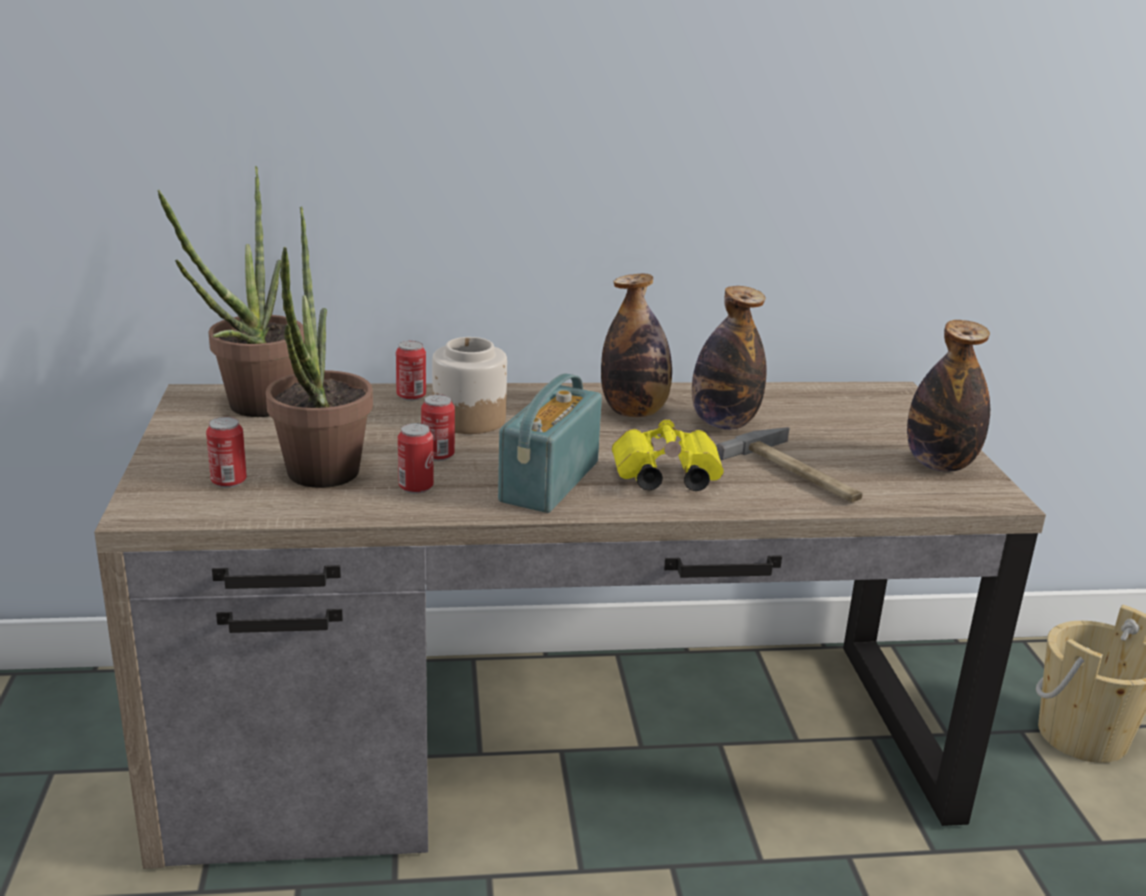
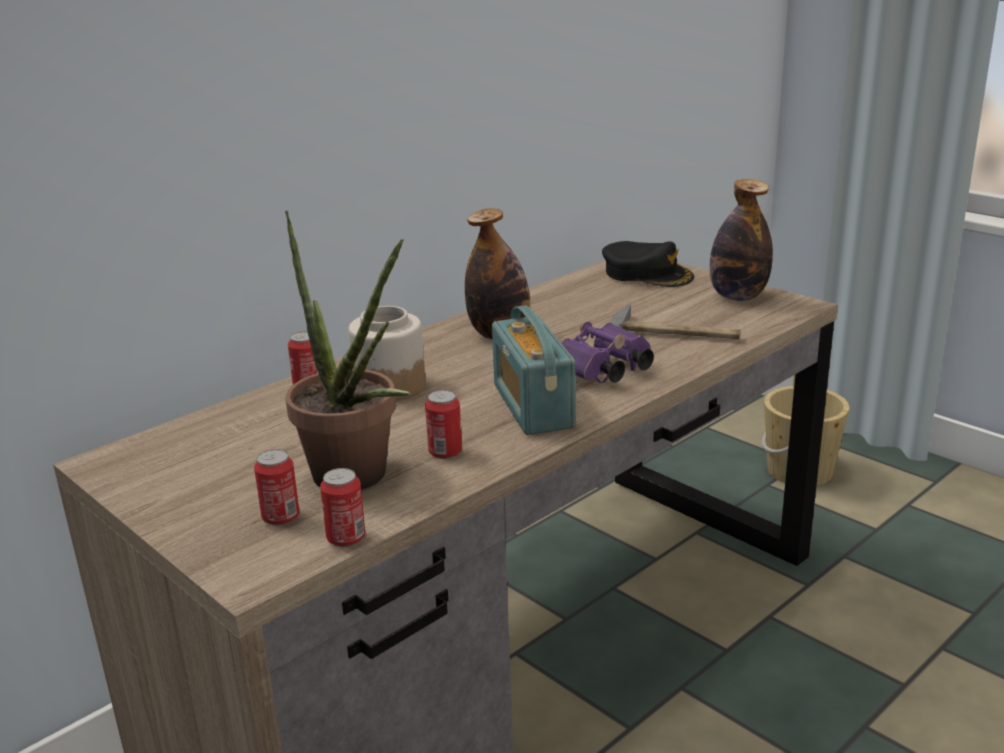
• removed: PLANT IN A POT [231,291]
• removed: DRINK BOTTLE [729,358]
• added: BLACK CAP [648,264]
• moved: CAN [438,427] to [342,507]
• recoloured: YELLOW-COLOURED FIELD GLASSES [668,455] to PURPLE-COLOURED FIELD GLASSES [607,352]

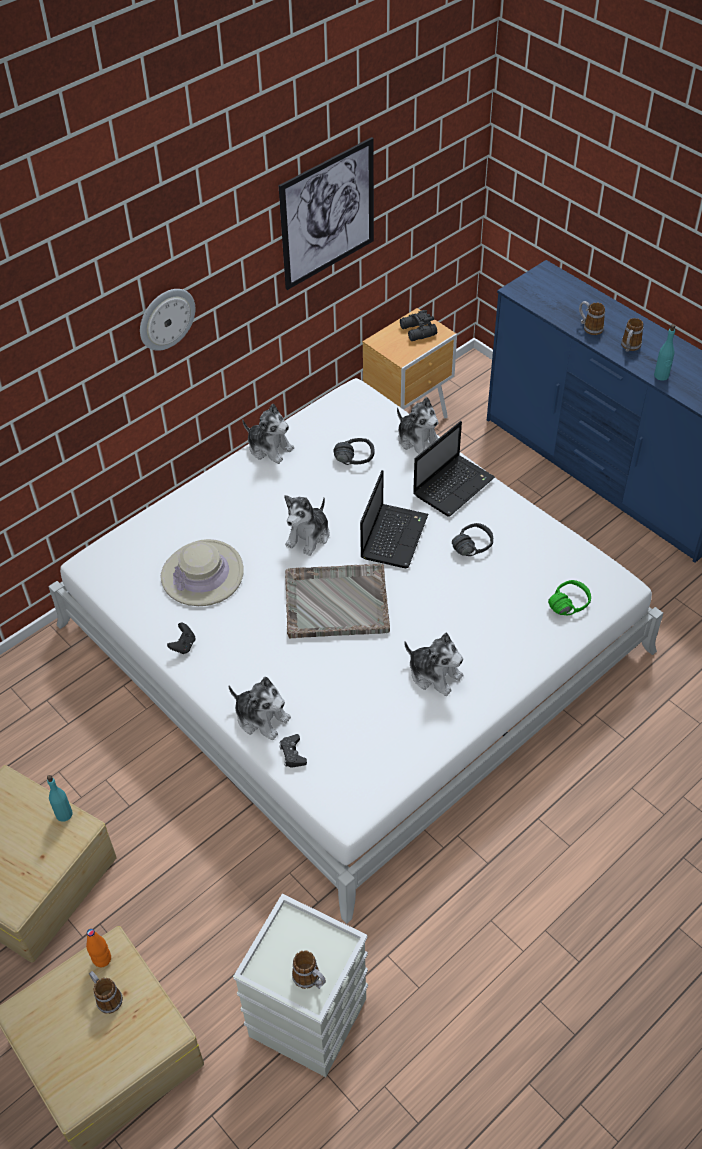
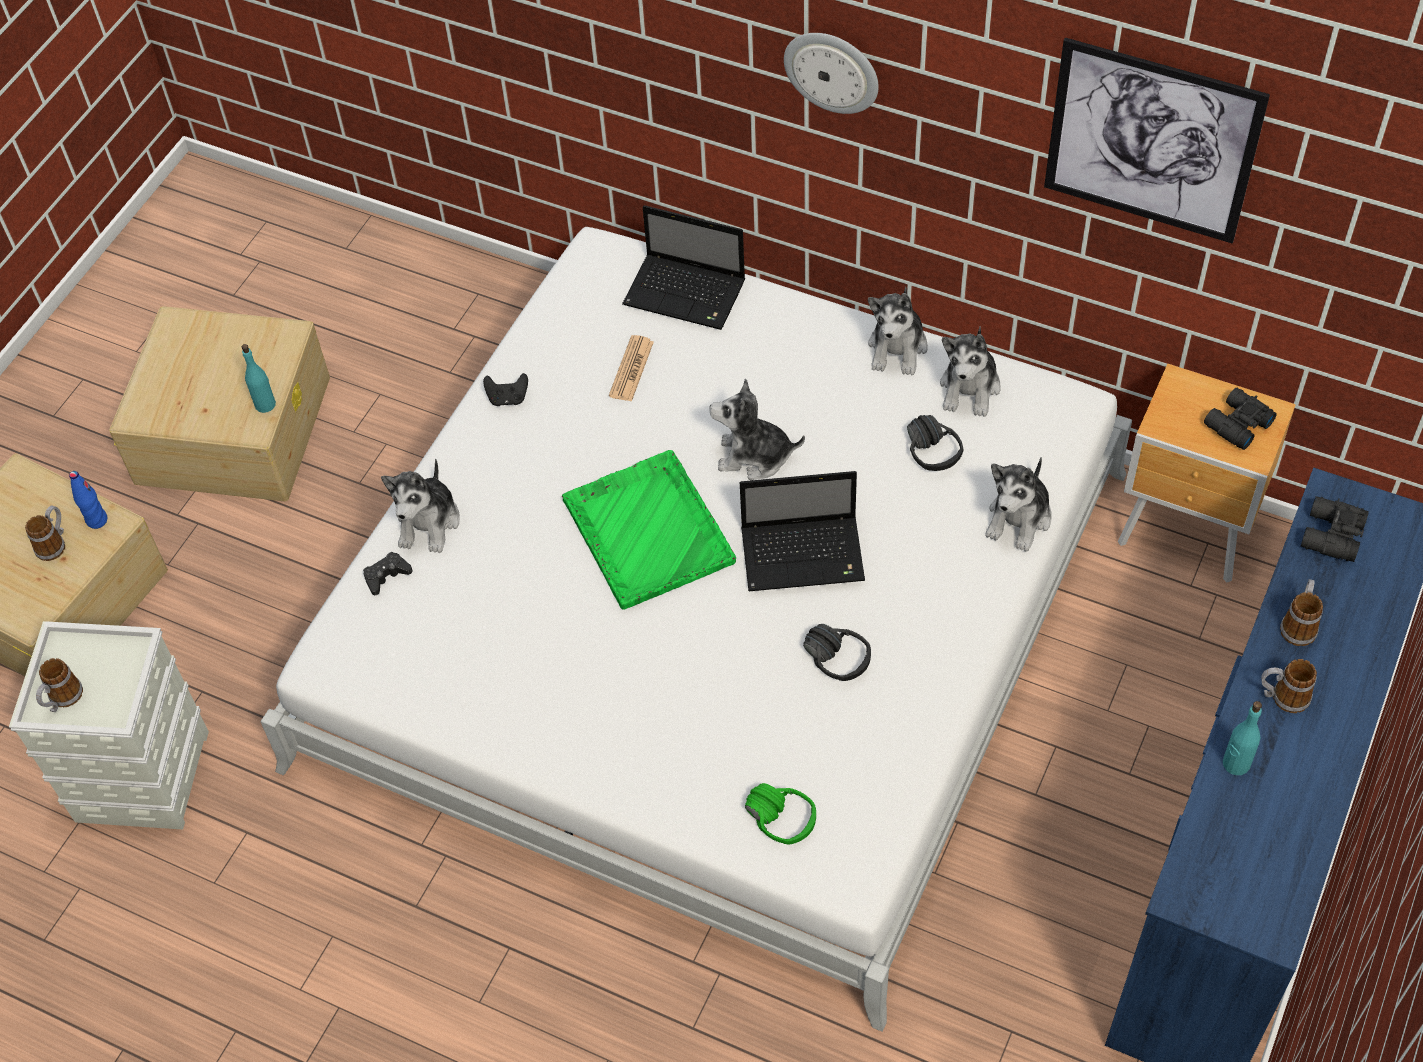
• added: BLACK FIELD GLASSES [1335,529]
• moved: SOFT TOY [433,664] to [970,372]
• moved: NOTEBOOK COMPUTER [454,469] to [683,267]
• replaced: SAND-COLOURED CLOTHING HAT [202,572] to PRINTED PAPER [631,368]
• recoloured: ORANGE-COLOURED DRINK BOTTLE [98,948] to BLUISH DRINK BOTTLE [88,500]
• recoloured: GREY SERVING TRAY [337,601] to GREENISH SERVING TRAY [649,530]

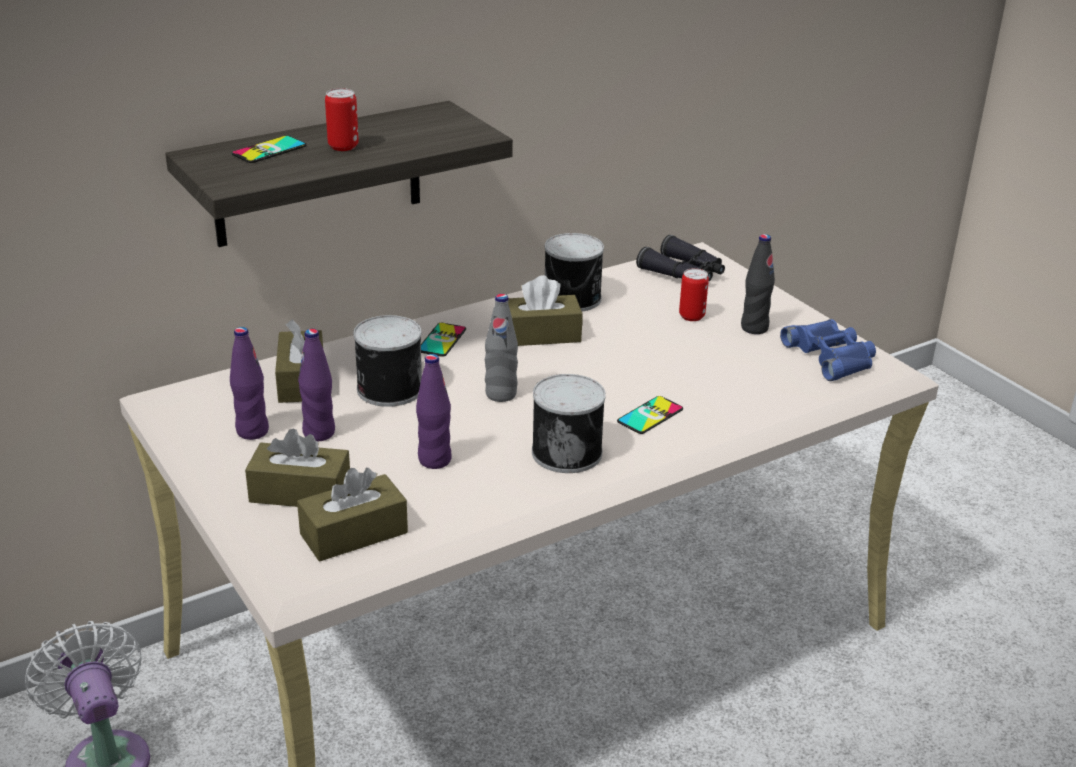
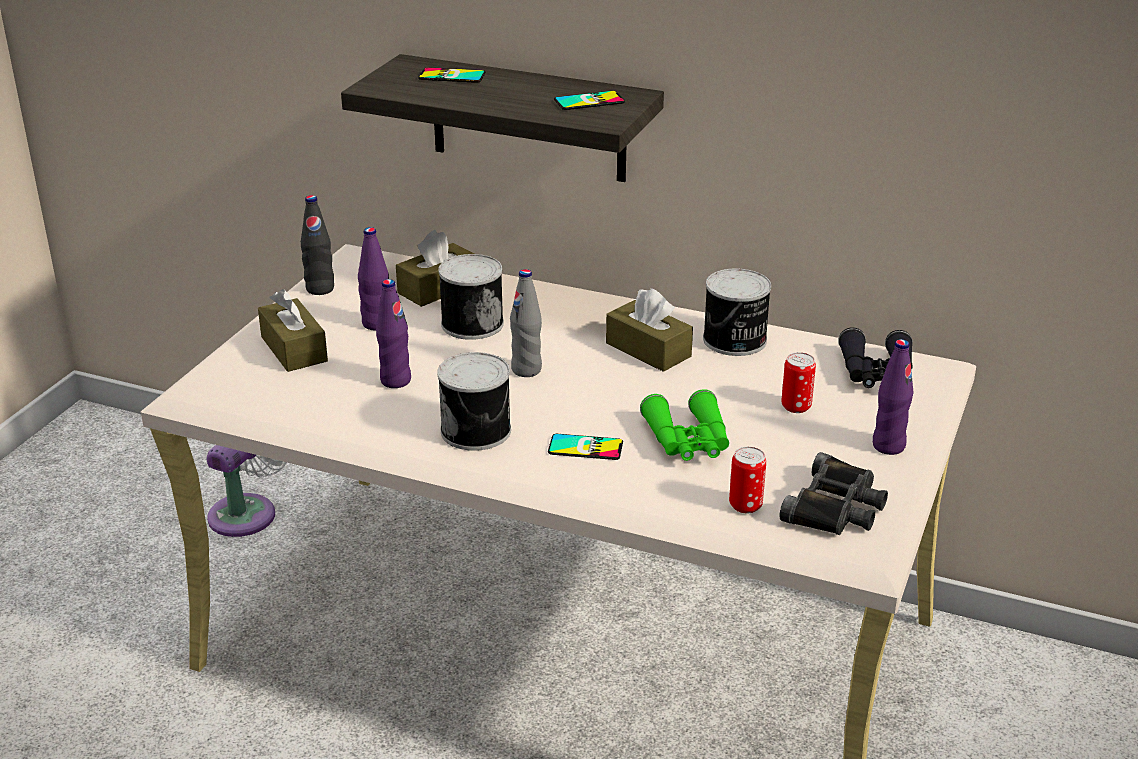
• removed: BROWNISH TISSUE HOLDER [352,515]
• added: GREENISH FIELD GLASSES [684,425]
• moved: PURPLE-COLOURED DRINK BOTTLE [249,383] to [893,397]
• moved: CAN [342,119] to [747,480]
• moved: PHONE [443,340] to [589,100]
• moved: BLACK DRINK BOTTLE [758,284] to [317,245]
• recoloured: BLUISH FIELD GLASSES [828,350] to BLACK FIELD GLASSES [833,493]

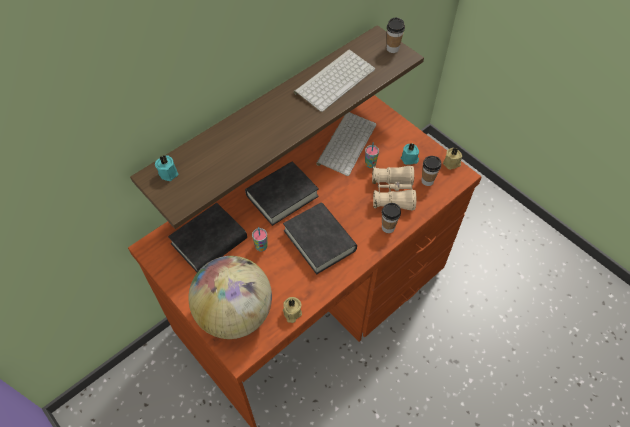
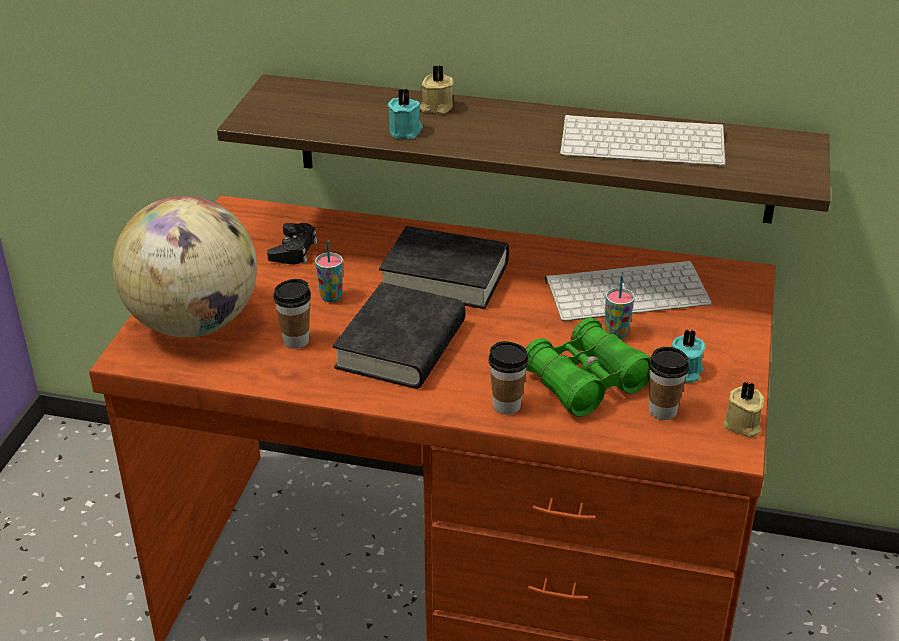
• moved: TURQUOISE-COLOURED WAX LIGHT [166,168] to [405,113]
• moved: SAND-COLOURED WAX LIGHT [292,310] to [437,89]
• moved: SMALL CUP [396,35] to [292,314]
• replaced: BLACK BOOK [207,237] to BLACK GAME CONTROLLER [292,244]
• recoloured: SAND-COLOURED FIELD GLASSES [394,188] to GREENISH FIELD GLASSES [587,367]

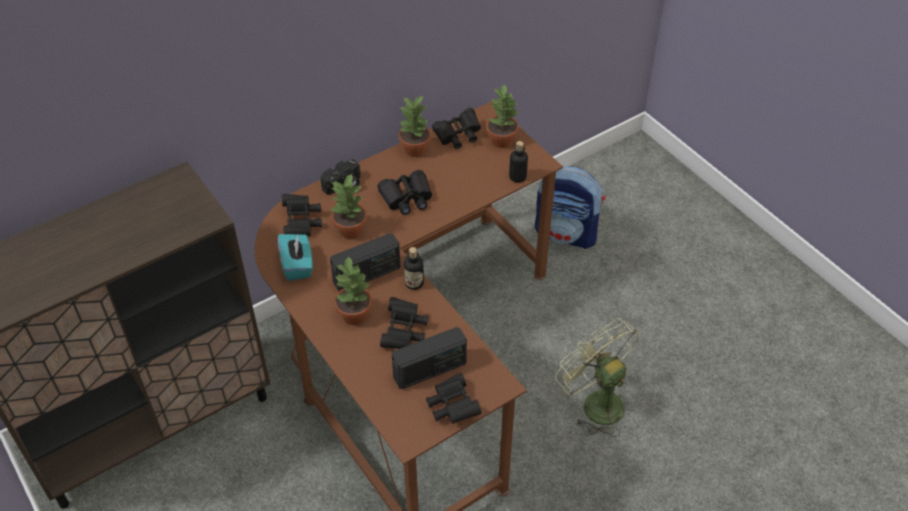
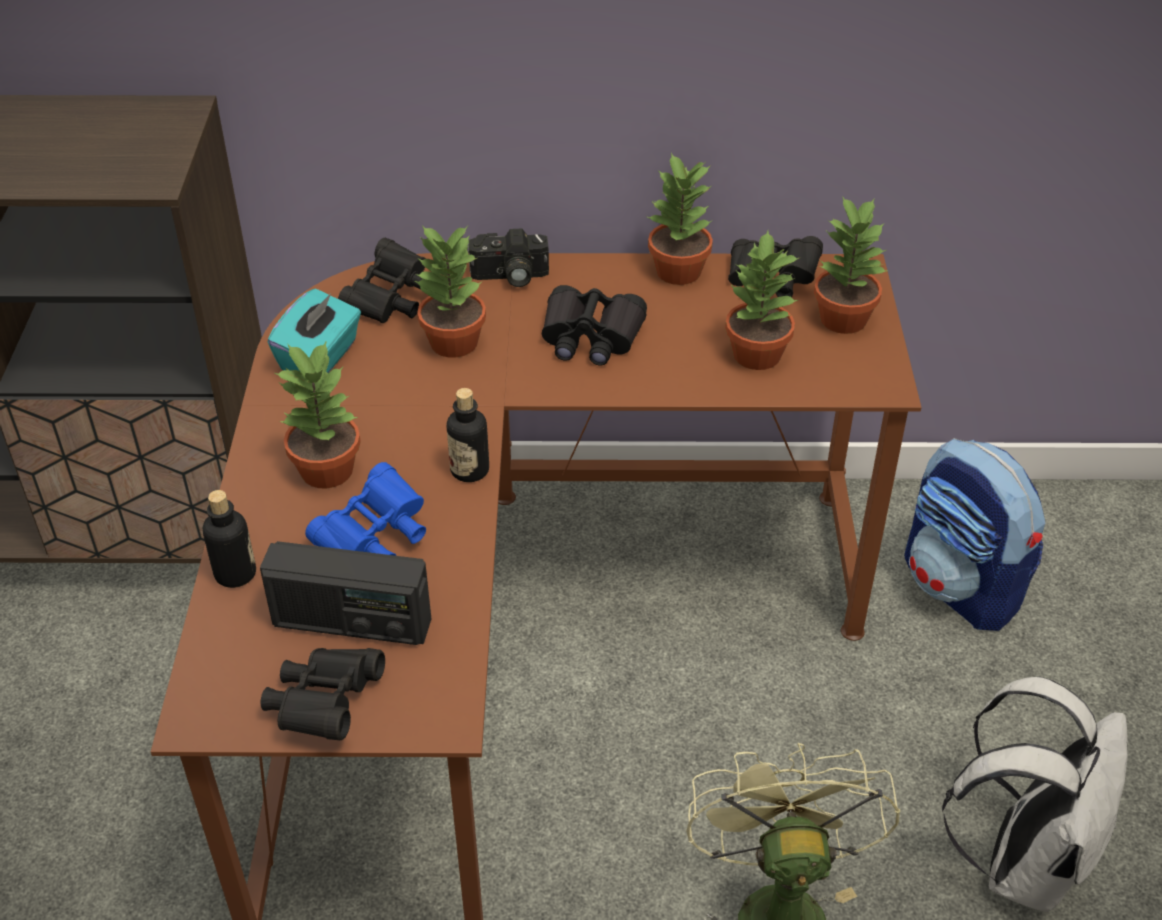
• removed: RADIO RECEIVER [365,262]
• added: PLANT IN A POT [763,300]
• added: WHITISH BACKPACK [1035,794]
• moved: DRINK BOTTLE [518,162] to [229,539]
• recoloured: BLACK FIELD GLASSES [404,323] to BLUISH FIELD GLASSES [365,509]

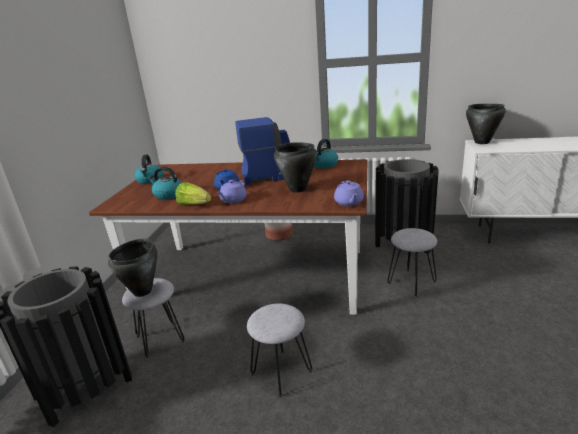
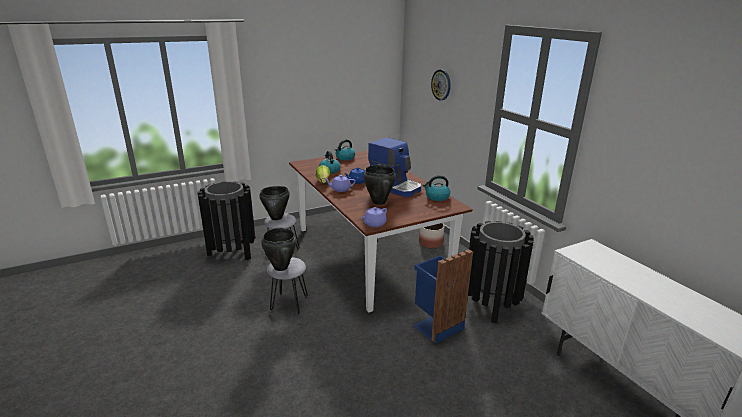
• added: HANGING CLOCK [441,84]
• moved: BLACK STOCKPOT [486,124] to [278,249]
• replaced: GREY STOOL SEAT [412,262] to BLUISH RUBBISH BIN [443,296]

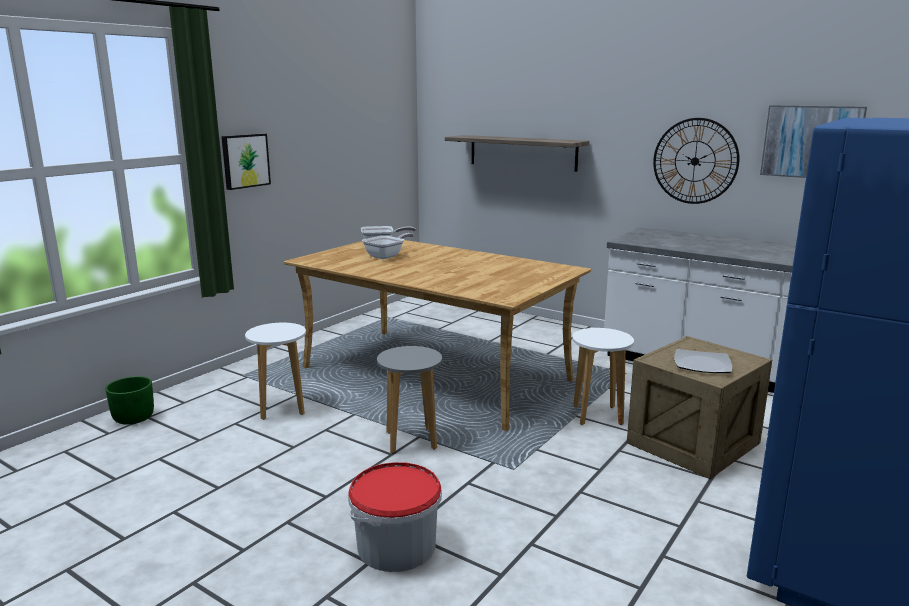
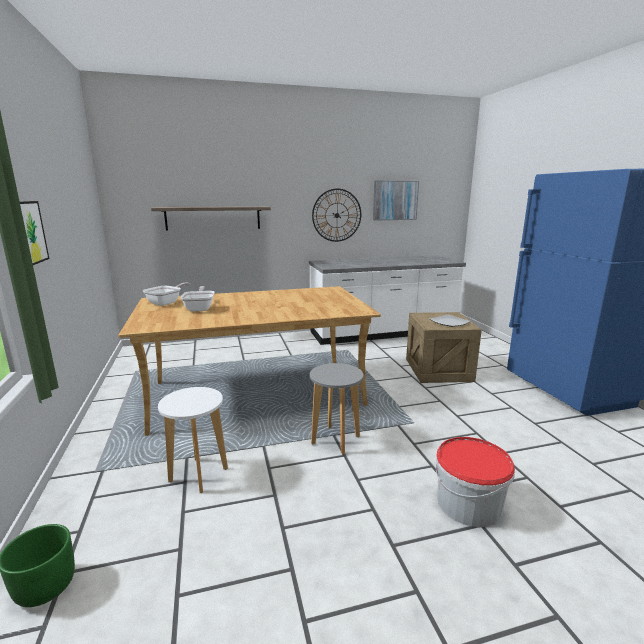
• removed: WHITISH STOOL SEAT [603,376]

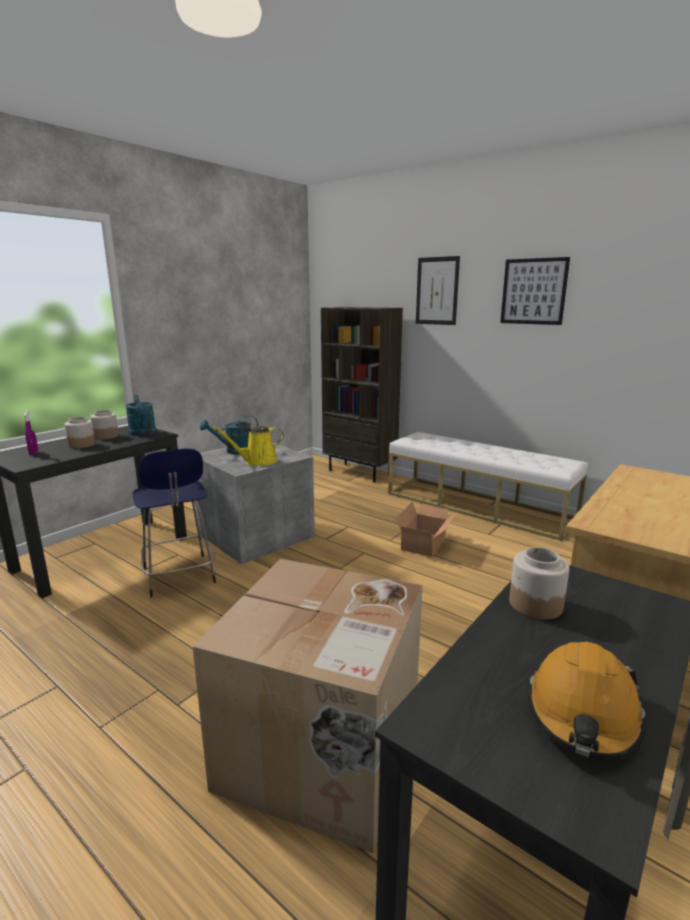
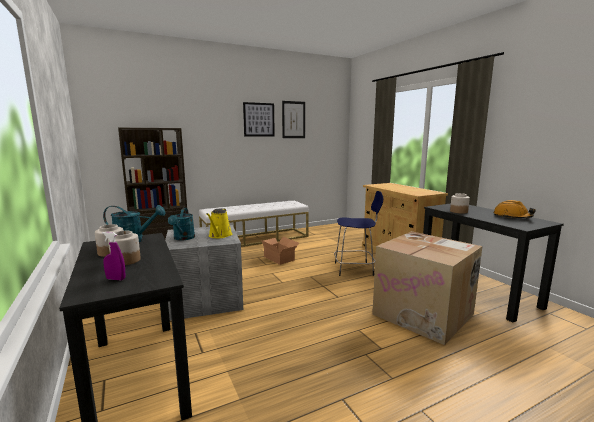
• moved: BLUISH STOOL SEAT [174,523] to [358,233]
• moved: WALL PICTURE [438,290] to [293,119]

